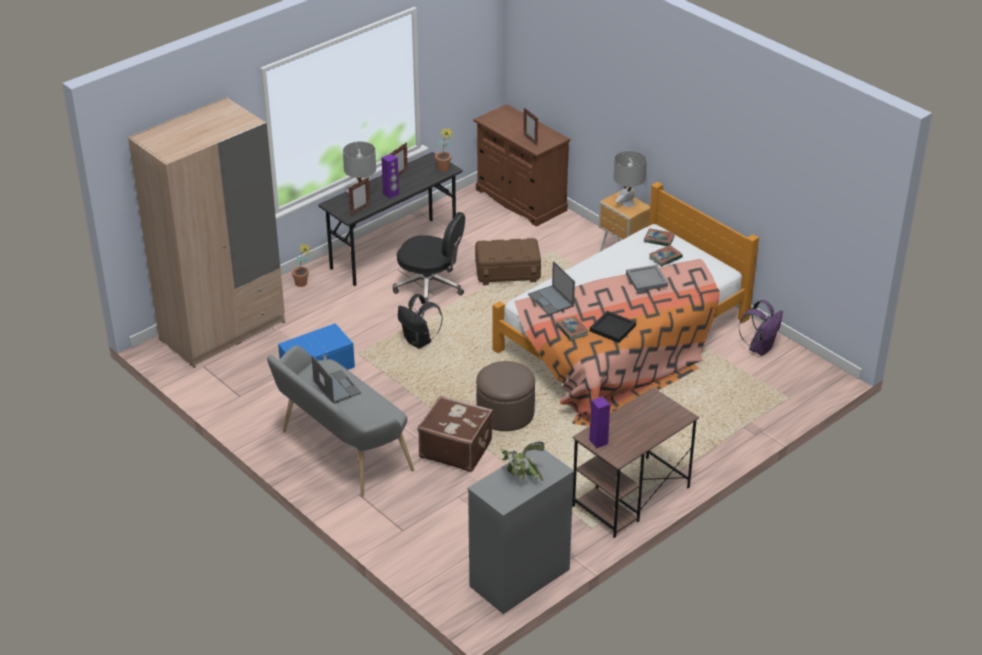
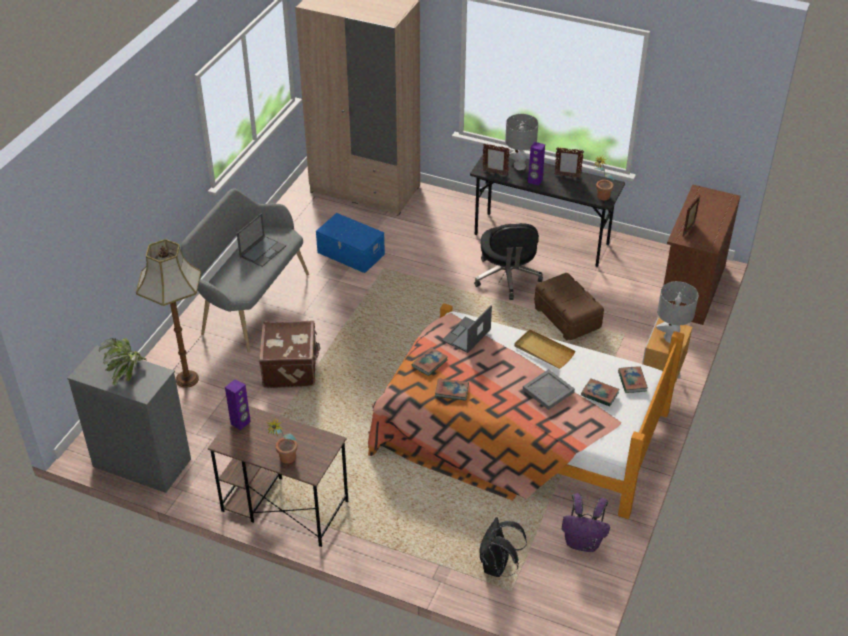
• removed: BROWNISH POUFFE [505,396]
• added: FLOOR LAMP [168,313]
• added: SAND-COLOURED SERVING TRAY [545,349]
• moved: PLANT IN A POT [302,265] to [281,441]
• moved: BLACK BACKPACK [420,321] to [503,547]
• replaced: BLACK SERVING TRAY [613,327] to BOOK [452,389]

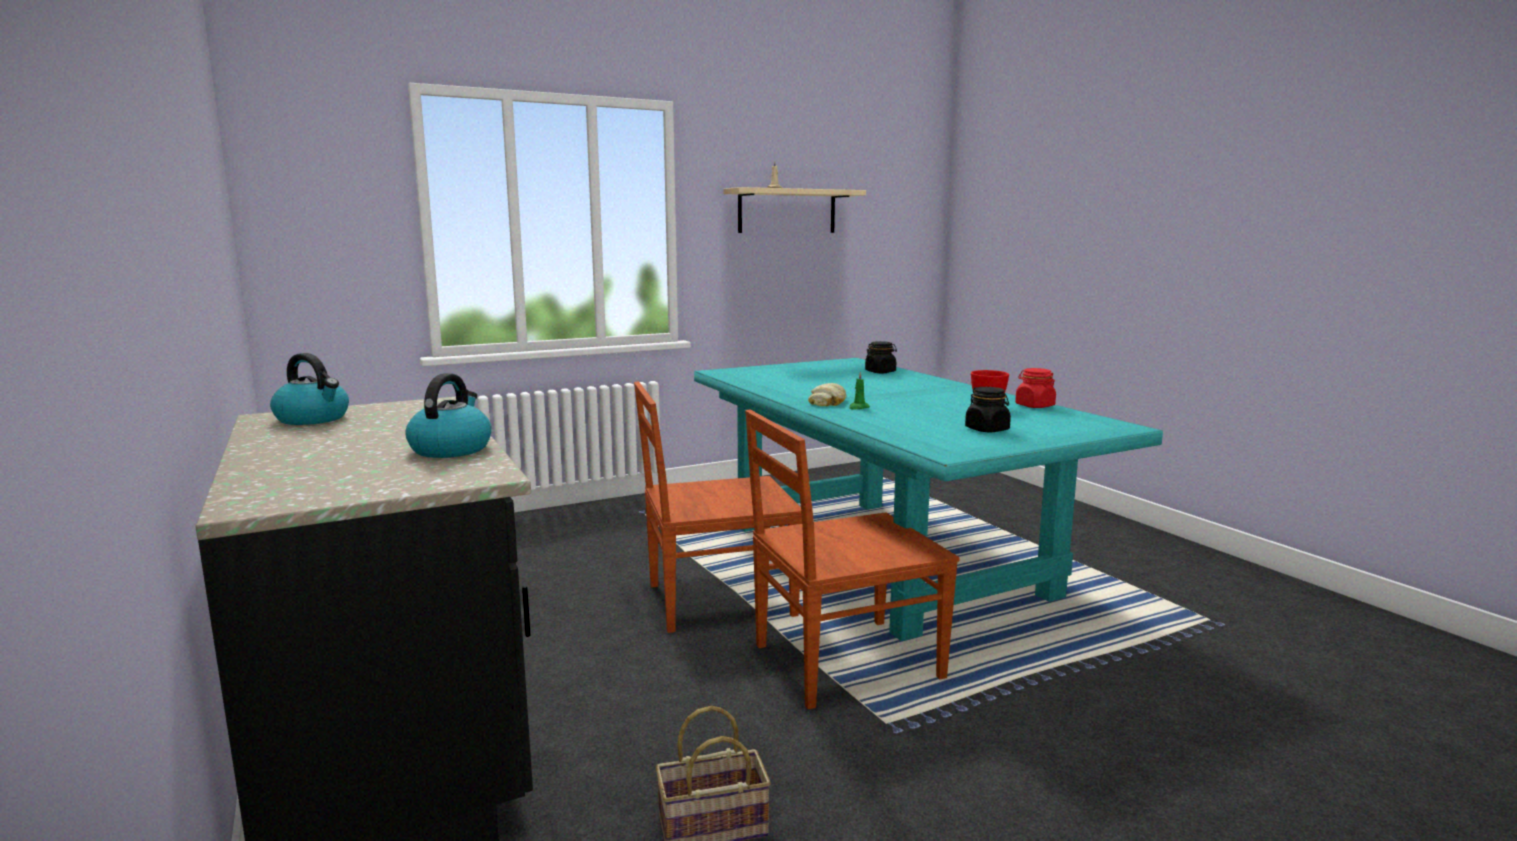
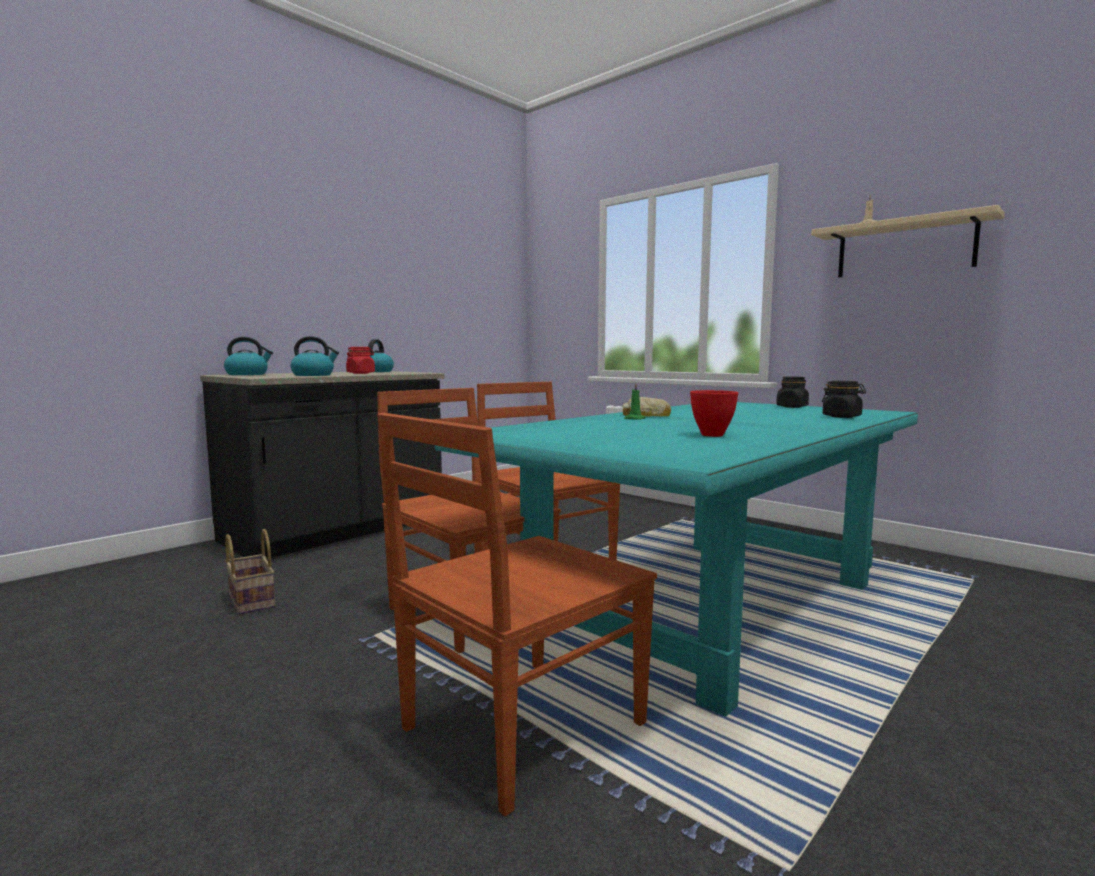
• added: TEA KETTLE [248,356]
• added: BROWNISH CHAIR [517,614]
• moved: BLACK PRESERVE JAR [988,409] to [792,392]
• moved: RED-COLOURED PRESERVE JAR [1035,388] to [360,360]

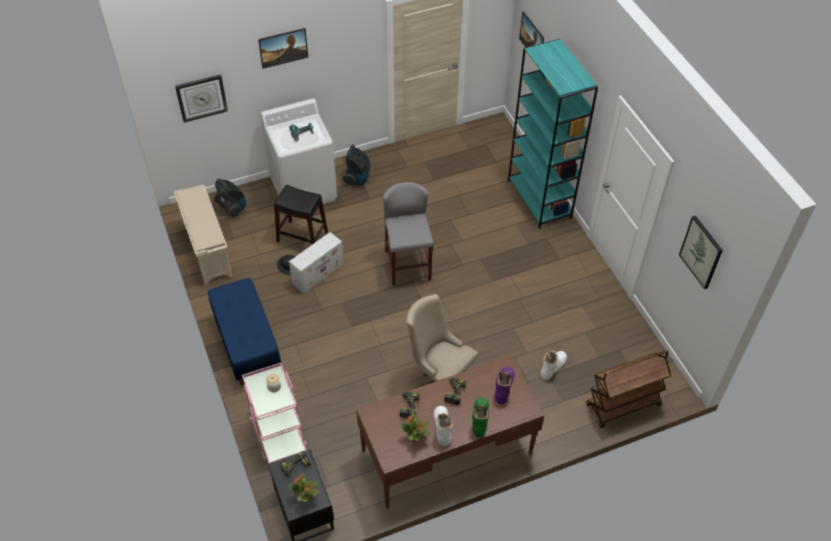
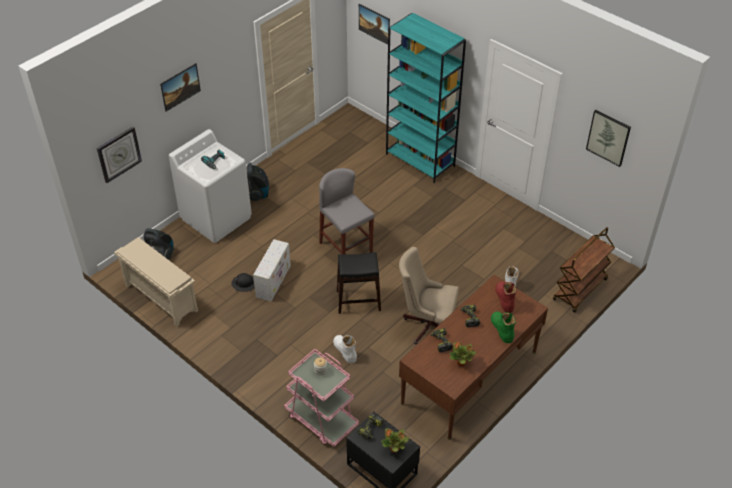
• removed: BLUISH BENCH [244,332]
• moved: BLACK STOOL SEAT [301,214] to [359,283]
• moved: WHITISH HIGH-TOP BOOT [443,426] to [345,349]
• recoloured: PURPLE-COLOURED HIGH-TOP BOOT [505,385] to RED-COLOURED HIGH-TOP BOOT [506,297]

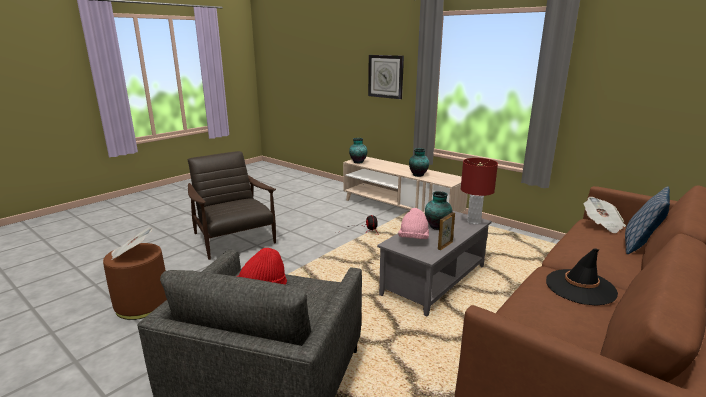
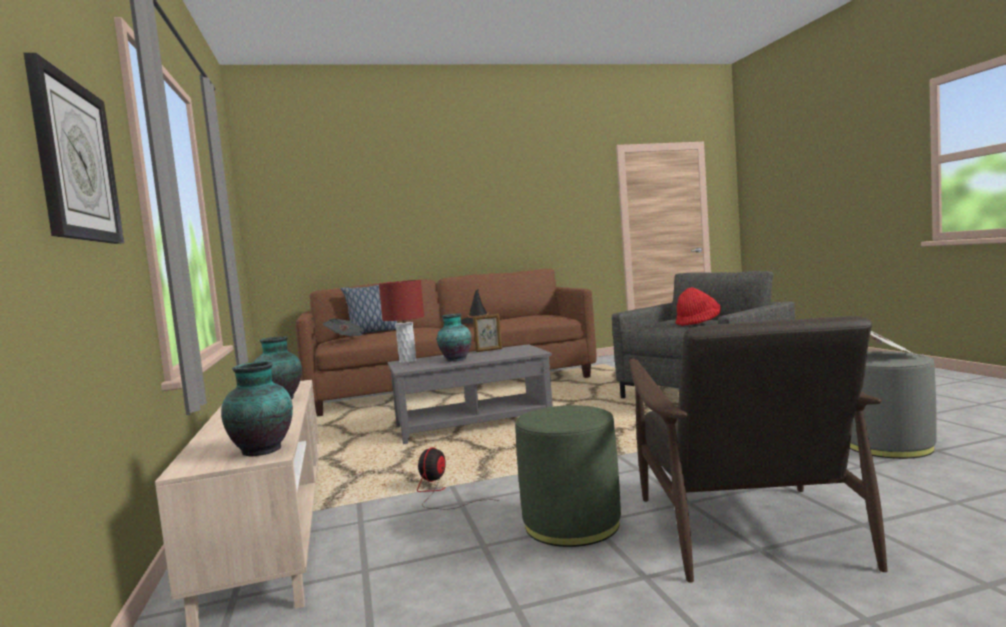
• removed: PINK CLOTHING HAT [413,223]
• added: GREENISH POUFFE [568,476]
• recoloured: BROWNISH POUFFE [135,281] to GREY POUFFE [893,405]

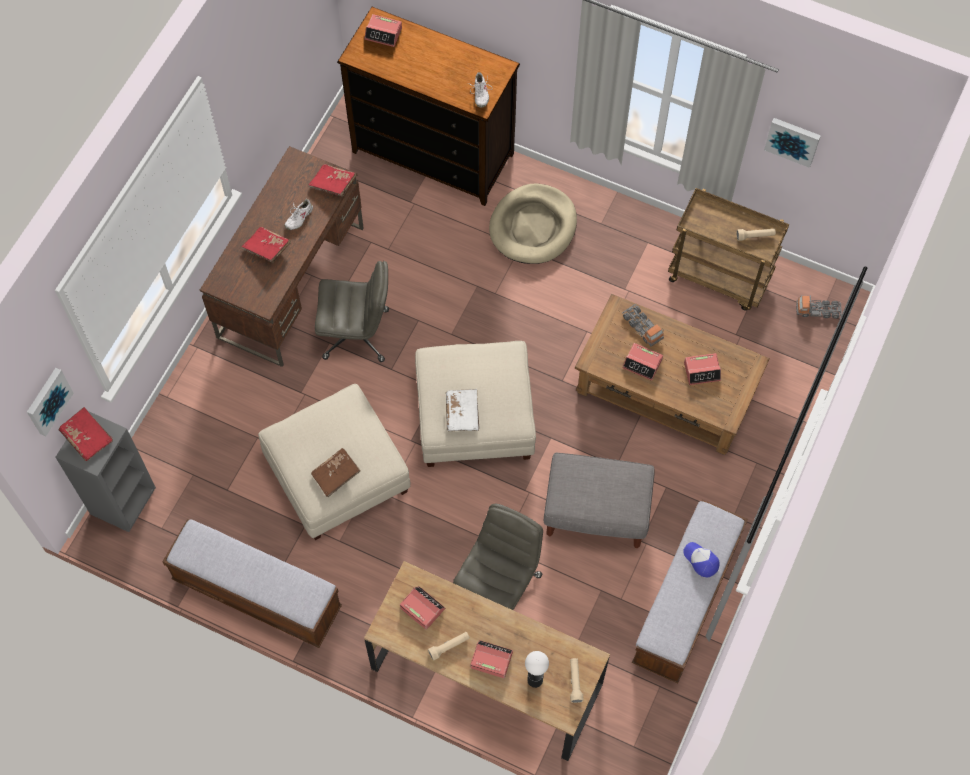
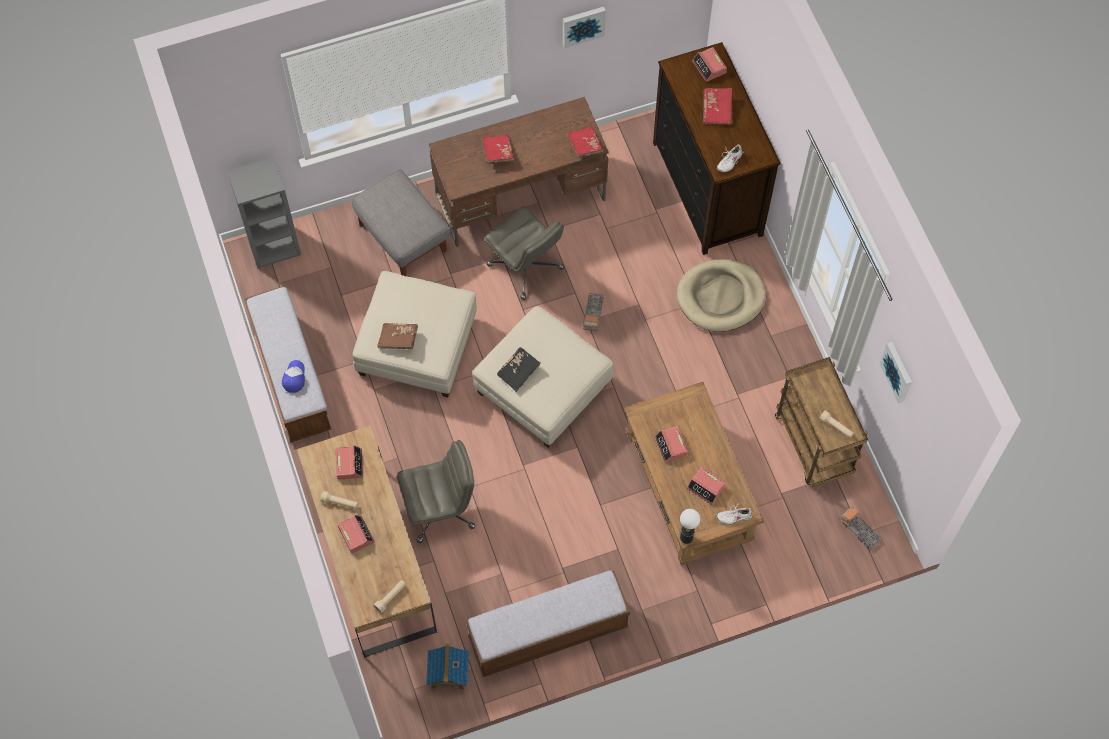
• added: TOY HOUSE [447,666]
• moved: WALL PICTURE [50,402] to [584,27]
• moved: RED-COLOURED BOOK [86,434] to [718,106]
• moved: WHITISH LOW SHOE [298,214] to [734,513]
• moved: TABLE LAMP [537,669] to [690,526]
• moved: GREY POUFFE [599,500] to [401,222]
• moved: TOY TRUCK [643,325] to [593,312]
• moved: CAP [701,559] to [293,376]
• recoloured: WHITISH BOOK [463,410] to BLACK BOOK [518,369]

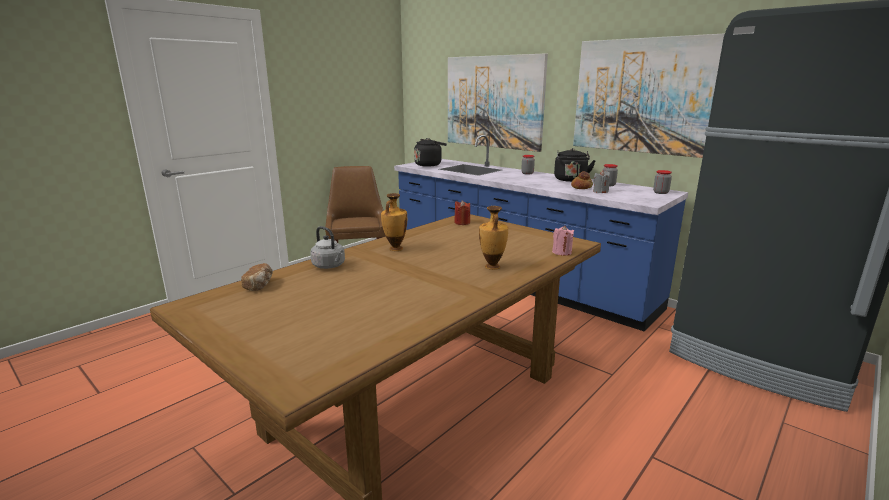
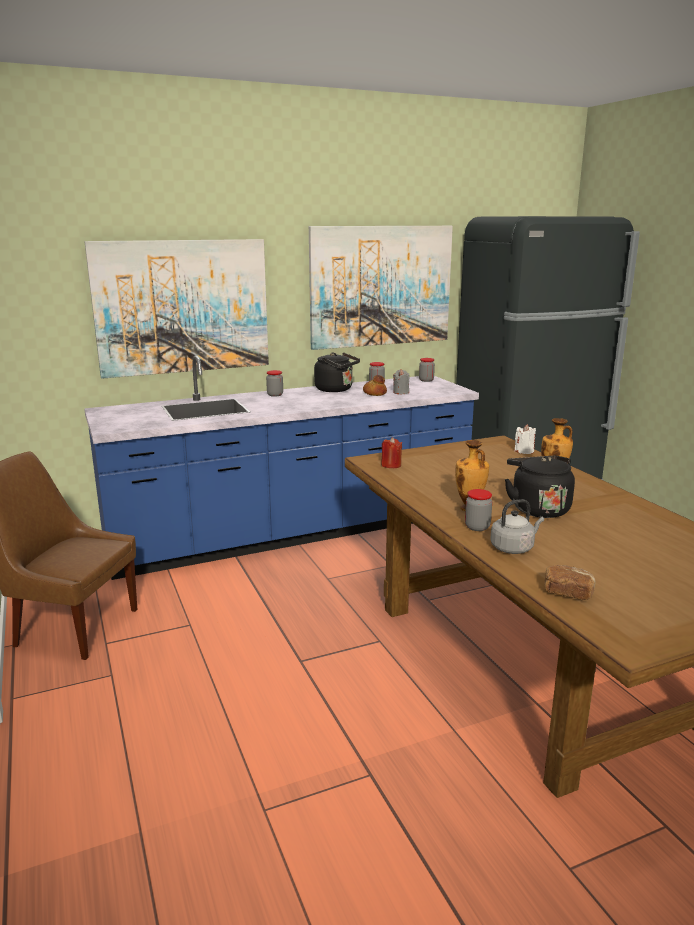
• added: PRESERVE JAR [478,510]
• moved: BLACK TEA KETTLE [430,152] to [540,487]
• recoloured: PINK WAX LIGHT [563,241] to WHITISH WAX LIGHT [525,439]

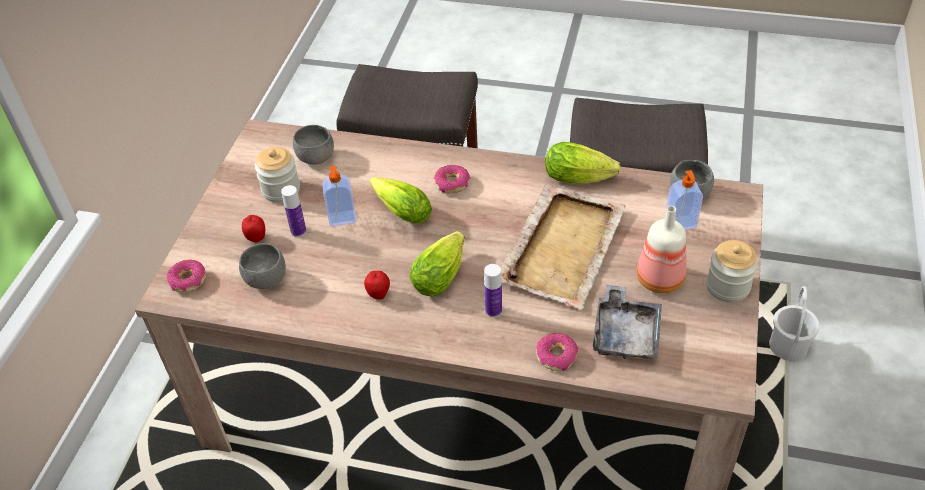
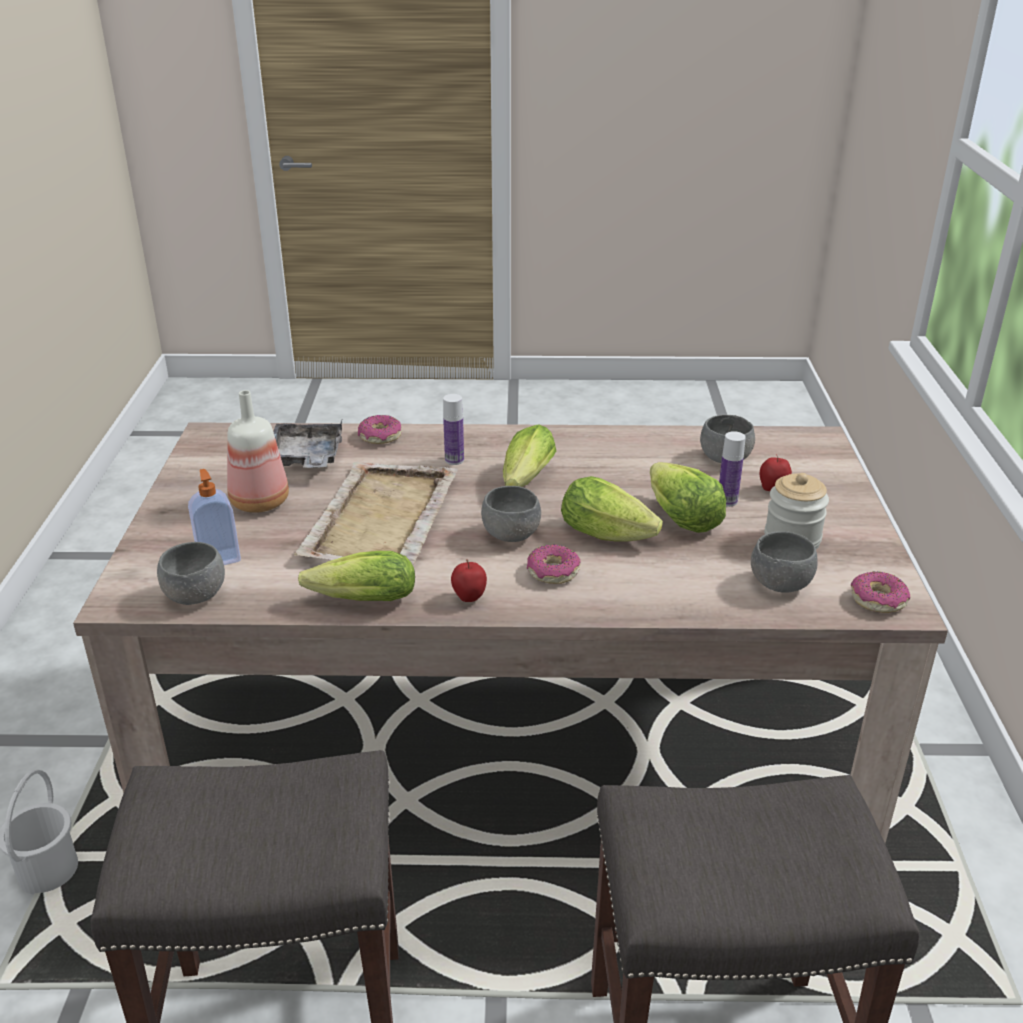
• removed: PRESERVE JAR [732,271]
• added: GREY DEEP DISH [511,514]
• moved: DOUGHNUT [186,275] to [880,592]
• moved: WHOLE APPLE [377,285] to [469,580]
• replaced: SOAP BOTTLE [339,196] to LETTUCE [688,497]

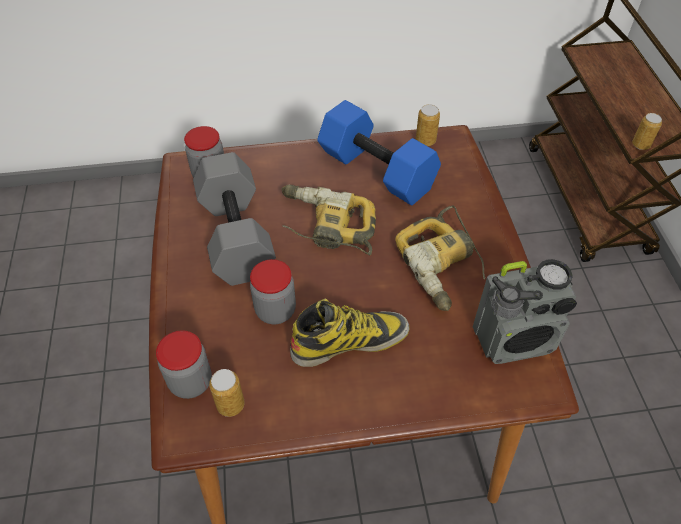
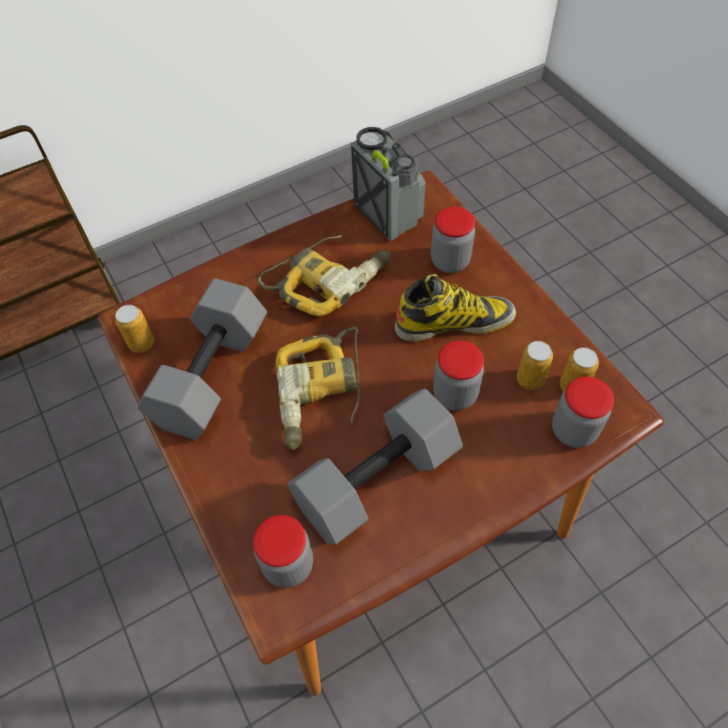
• added: PRESERVE JAR [453,240]
• moved: CAN [647,131] to [535,365]
• recoloured: BLUISH FREE WEIGHT [379,152] to GREY FREE WEIGHT [202,359]
• turned: HIGH-TOP BOOT [350,333] = [455,307] 120 degrees clockwise

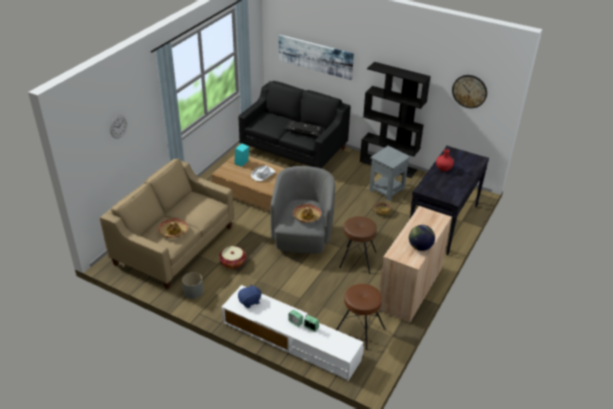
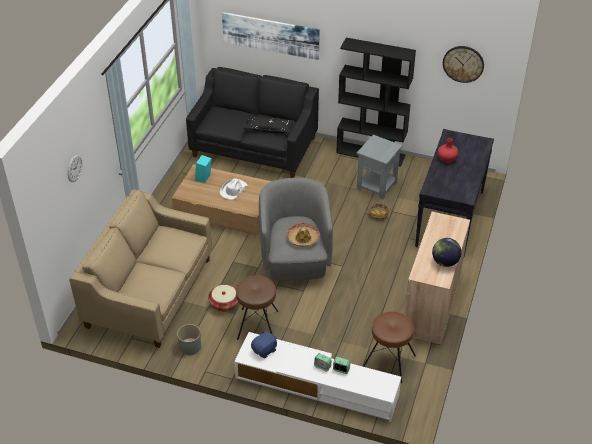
• removed: CLOTHING HAT [173,228]
• moved: BROWNISH STOOL SEAT [358,245] to [257,307]

